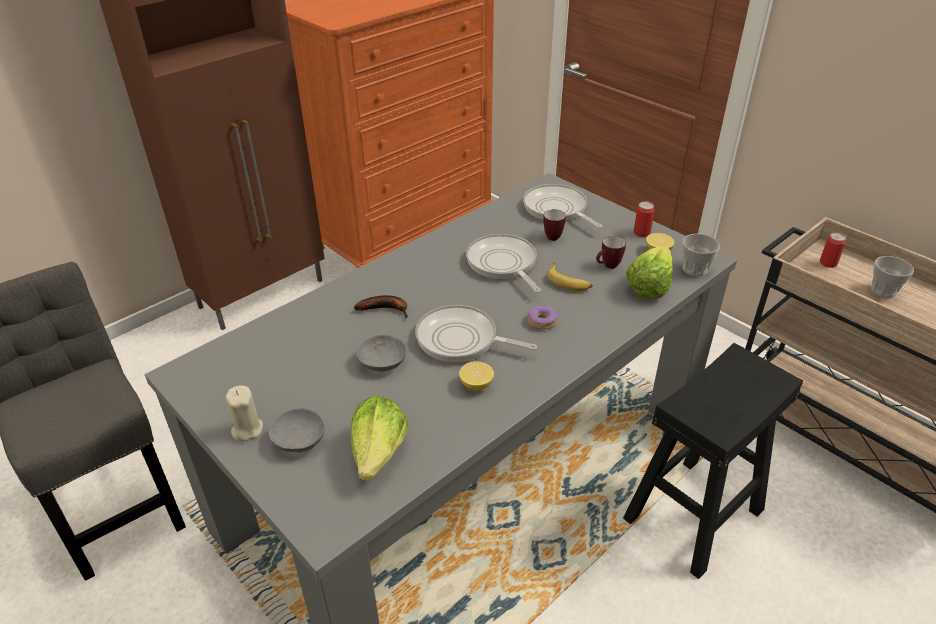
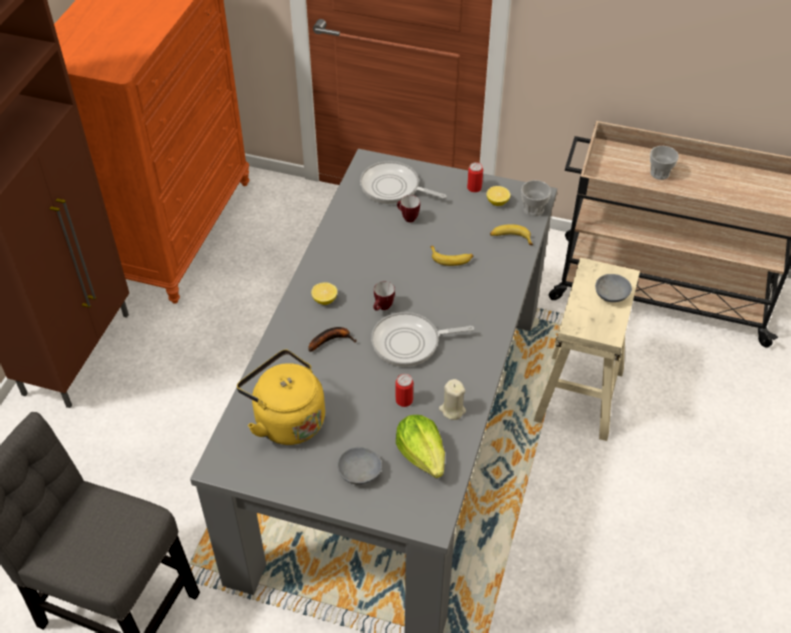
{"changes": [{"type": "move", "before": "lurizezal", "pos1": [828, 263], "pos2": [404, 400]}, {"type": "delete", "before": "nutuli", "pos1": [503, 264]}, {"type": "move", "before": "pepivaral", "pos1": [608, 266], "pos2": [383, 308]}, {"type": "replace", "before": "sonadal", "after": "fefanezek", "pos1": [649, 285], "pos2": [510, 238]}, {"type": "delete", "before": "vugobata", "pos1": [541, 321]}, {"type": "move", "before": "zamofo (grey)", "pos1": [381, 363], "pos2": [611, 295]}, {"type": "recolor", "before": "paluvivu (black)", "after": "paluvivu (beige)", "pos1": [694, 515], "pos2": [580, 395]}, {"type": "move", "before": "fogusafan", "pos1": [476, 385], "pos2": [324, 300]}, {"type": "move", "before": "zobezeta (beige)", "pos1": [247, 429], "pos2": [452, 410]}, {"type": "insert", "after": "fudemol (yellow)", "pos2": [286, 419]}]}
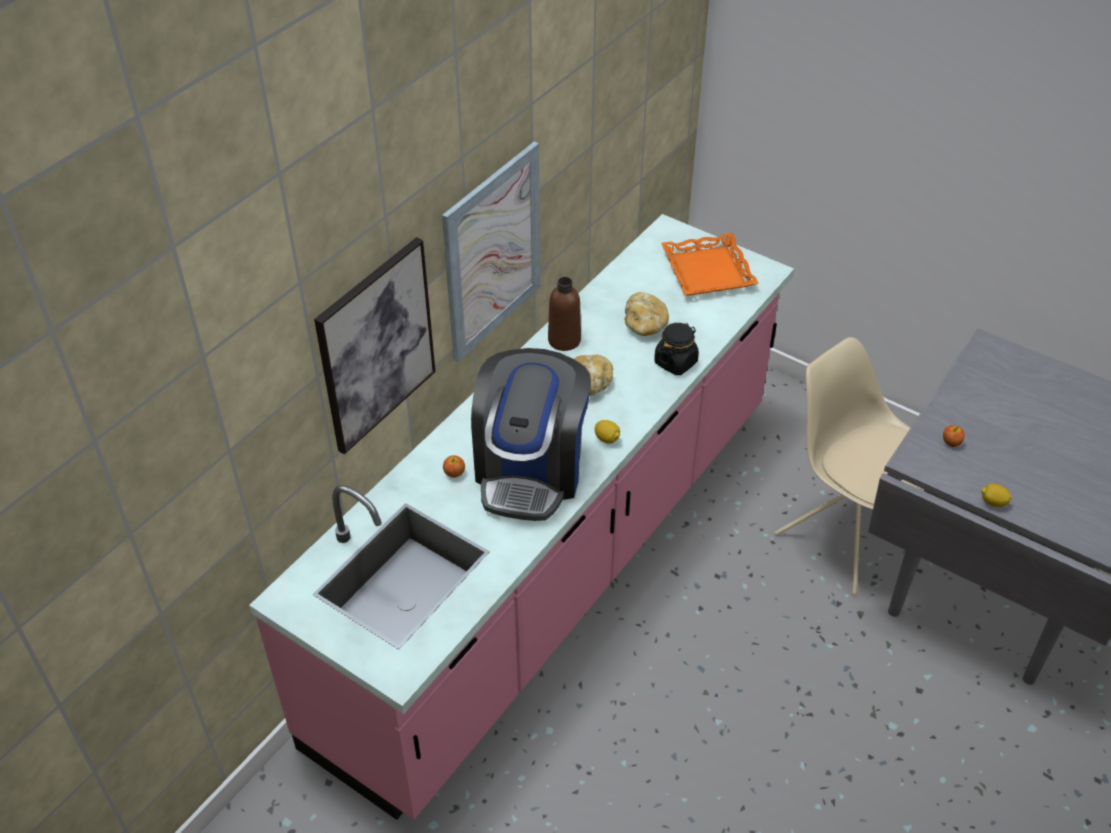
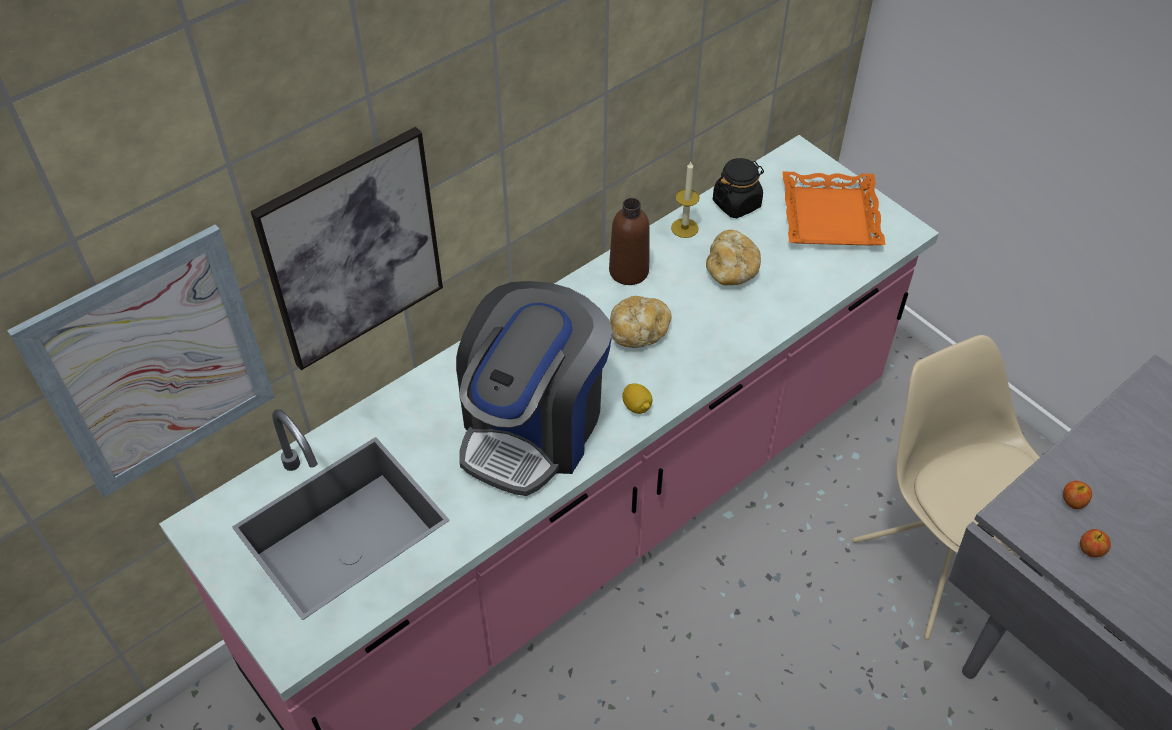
{"changes": [{"type": "move", "before": "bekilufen", "pos1": [492, 252], "pos2": [154, 365]}, {"type": "move", "before": "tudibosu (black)", "pos1": [675, 362], "pos2": [736, 203]}, {"type": "move", "before": "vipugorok", "pos1": [454, 473], "pos2": [1090, 550]}, {"type": "delete", "before": "fogusafan", "pos1": [993, 502]}, {"type": "insert", "after": "zobezeta", "pos2": [684, 228]}]}
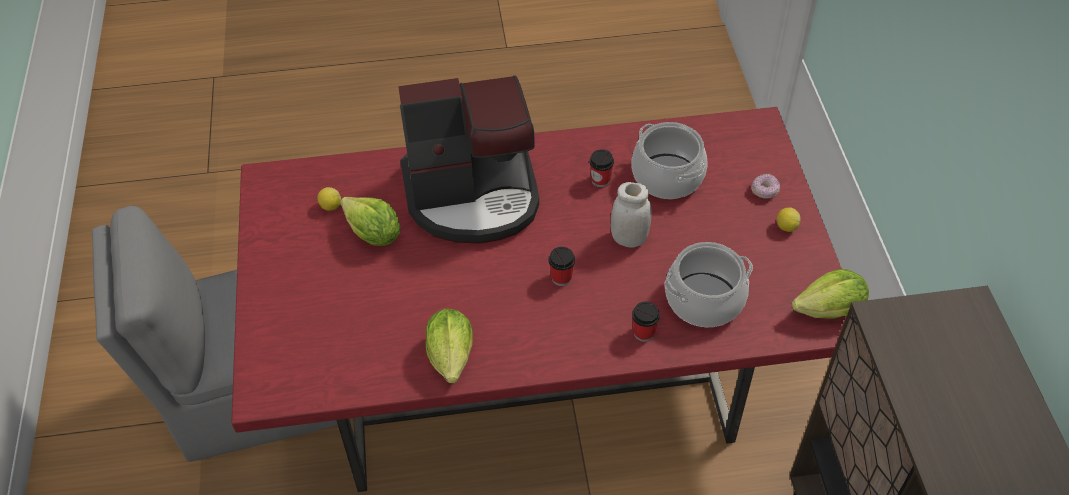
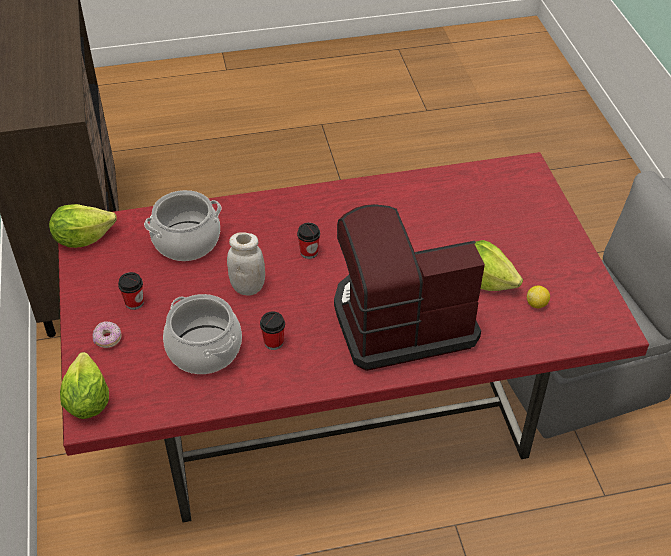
{"changes": [{"type": "delete", "before": "fogusafan", "pos1": [786, 227]}, {"type": "move", "before": "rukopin", "pos1": [643, 333], "pos2": [134, 303]}, {"type": "move", "before": "sonadal", "pos1": [451, 356], "pos2": [87, 401]}]}
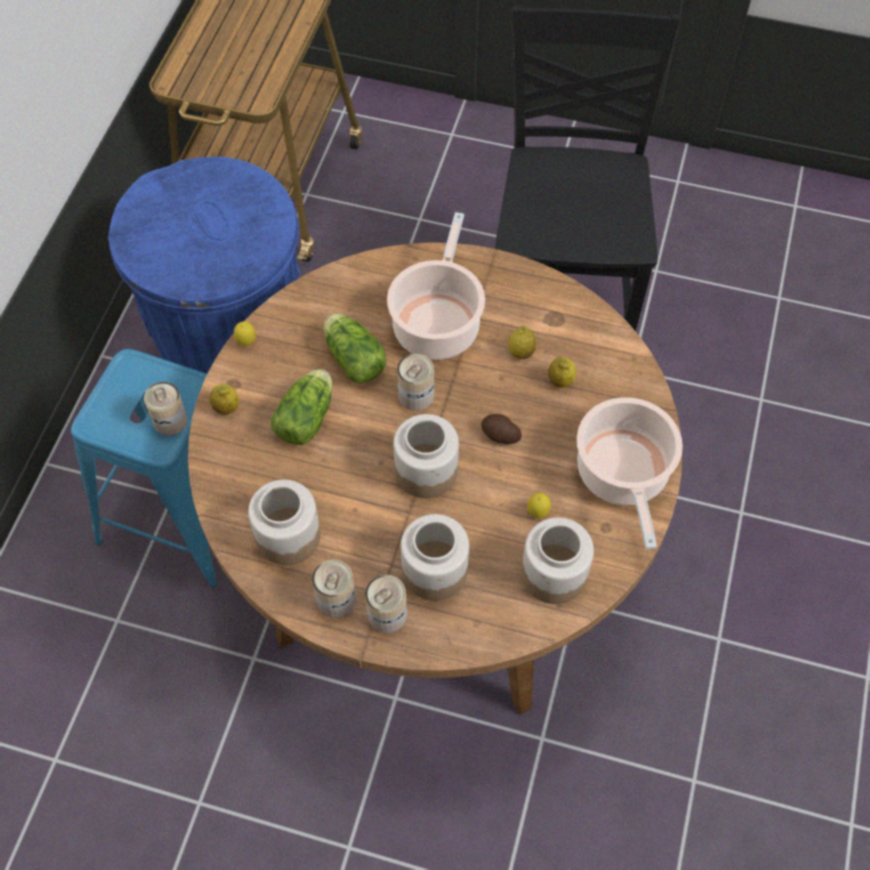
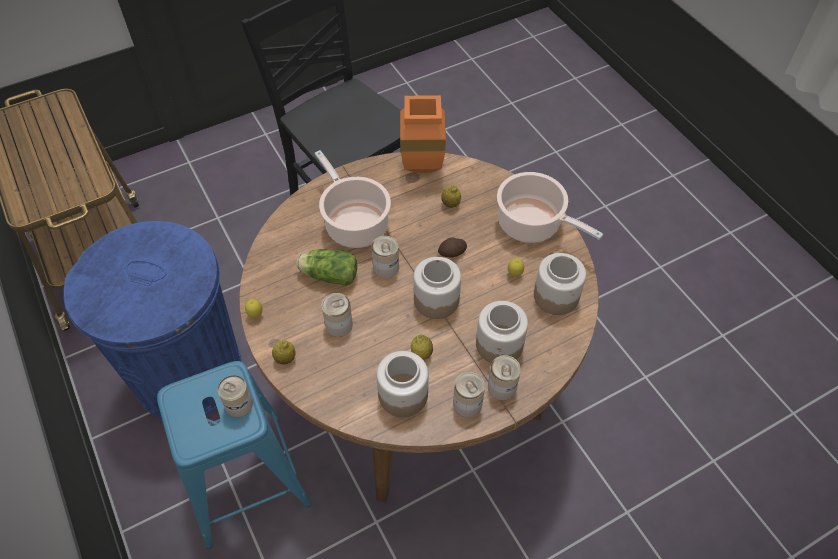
{"changes": [{"type": "move", "before": "fogusafan", "pos1": [521, 352], "pos2": [421, 354]}, {"type": "replace", "before": "sonadal", "after": "lurizezal", "pos1": [308, 416], "pos2": [339, 324]}, {"type": "insert", "after": "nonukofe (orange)", "pos2": [425, 165]}]}
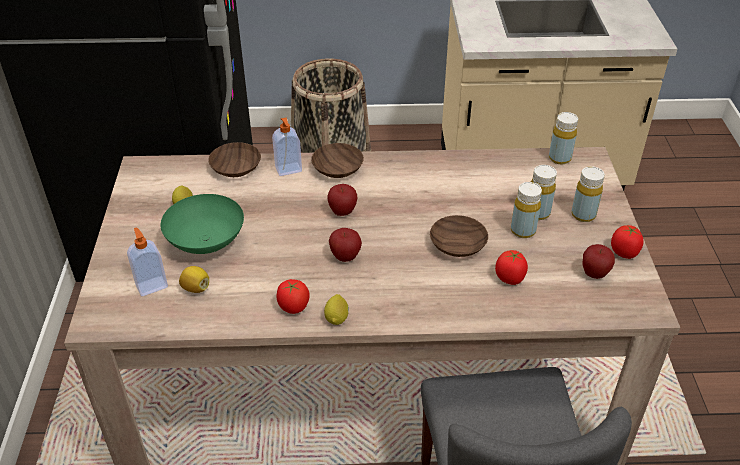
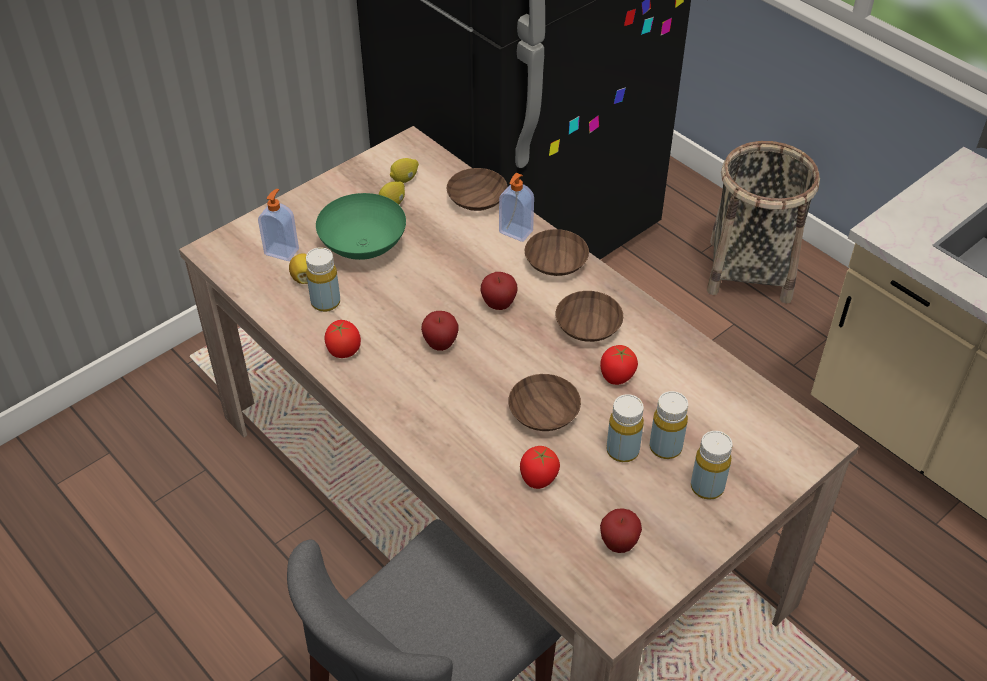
{"changes": [{"type": "move", "before": "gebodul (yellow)", "pos1": [559, 158], "pos2": [325, 302]}, {"type": "move", "before": "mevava", "pos1": [624, 253], "pos2": [617, 377]}, {"type": "move", "before": "fogusafan", "pos1": [337, 318], "pos2": [404, 179]}, {"type": "insert", "after": "zamofo (brown)", "pos2": [588, 328]}]}
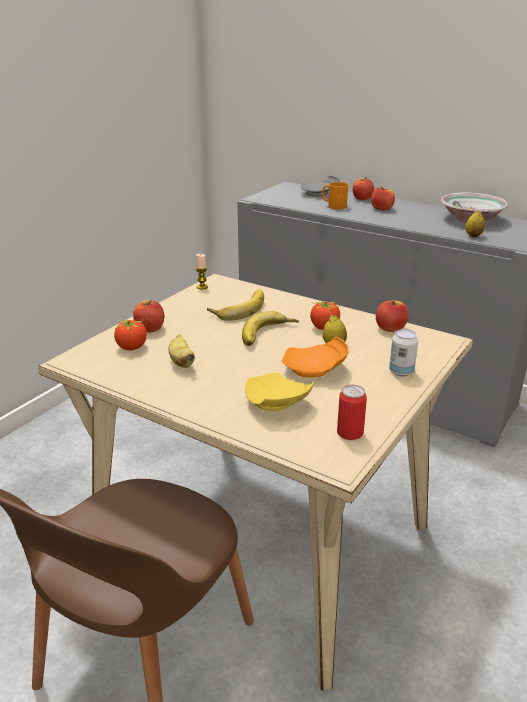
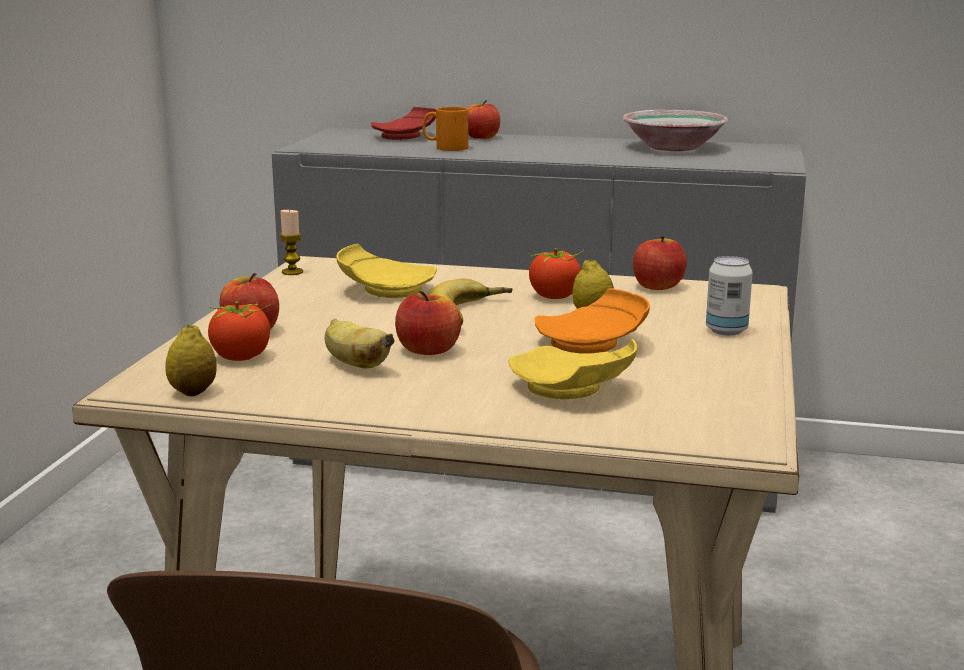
{"changes": [{"type": "recolor", "before": "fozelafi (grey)", "after": "fozelafi (red)", "pos1": [320, 194], "pos2": [406, 136]}, {"type": "move", "before": "vipugorok", "pos1": [382, 209], "pos2": [428, 350]}, {"type": "move", "before": "fogusafan", "pos1": [473, 236], "pos2": [193, 392]}, {"type": "replace", "before": "fefanezek", "after": "fozelafi (yellow)", "pos1": [238, 308], "pos2": [385, 290]}, {"type": "delete", "before": "lurizezal", "pos1": [350, 433]}]}
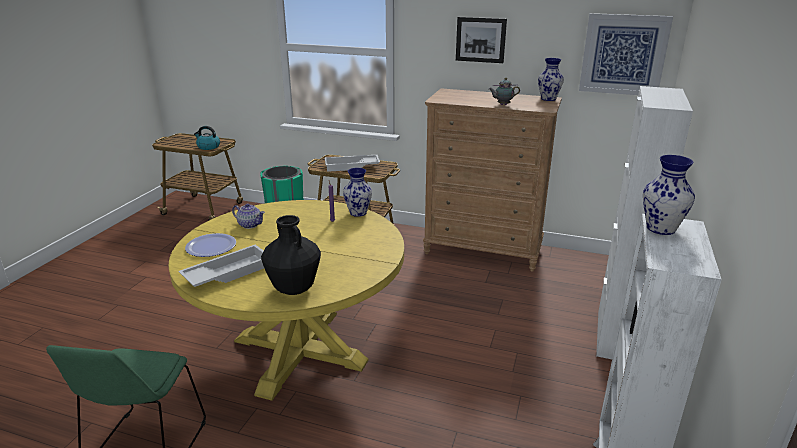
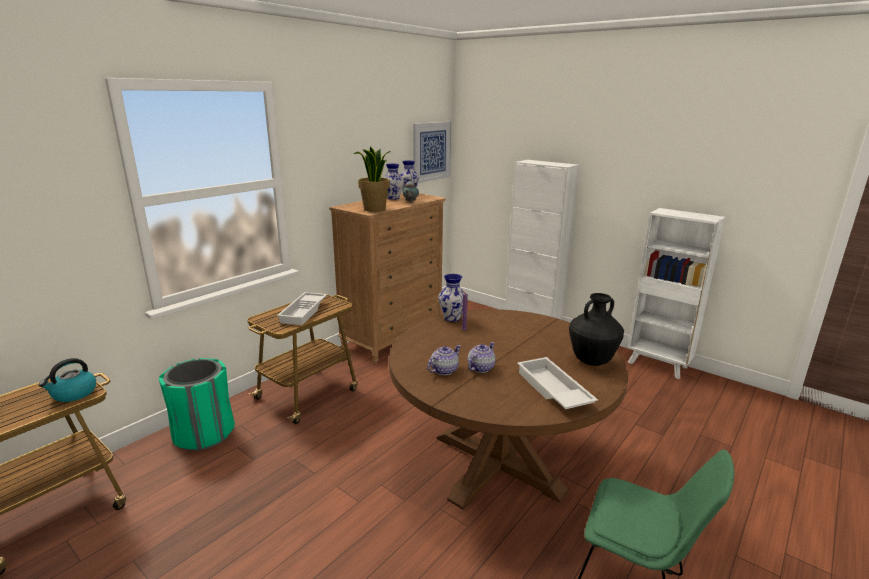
{"changes": [{"type": "delete", "before": "bekilufen", "pos1": [481, 39]}, {"type": "move", "before": "nonukofe", "pos1": [660, 229], "pos2": [393, 198]}, {"type": "recolor", "before": "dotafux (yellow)", "after": "dotafux (brown)", "pos1": [299, 351], "pos2": [497, 463]}, {"type": "delete", "before": "fozelafi", "pos1": [211, 246]}, {"type": "insert", "after": "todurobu", "pos2": [375, 209]}, {"type": "insert", "after": "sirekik", "pos2": [480, 368]}]}
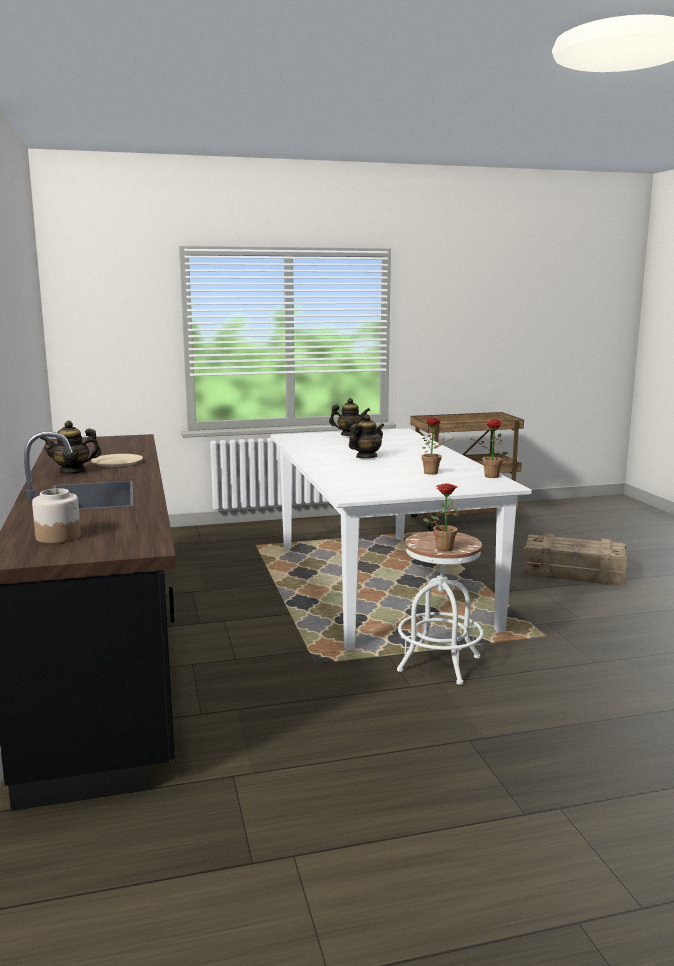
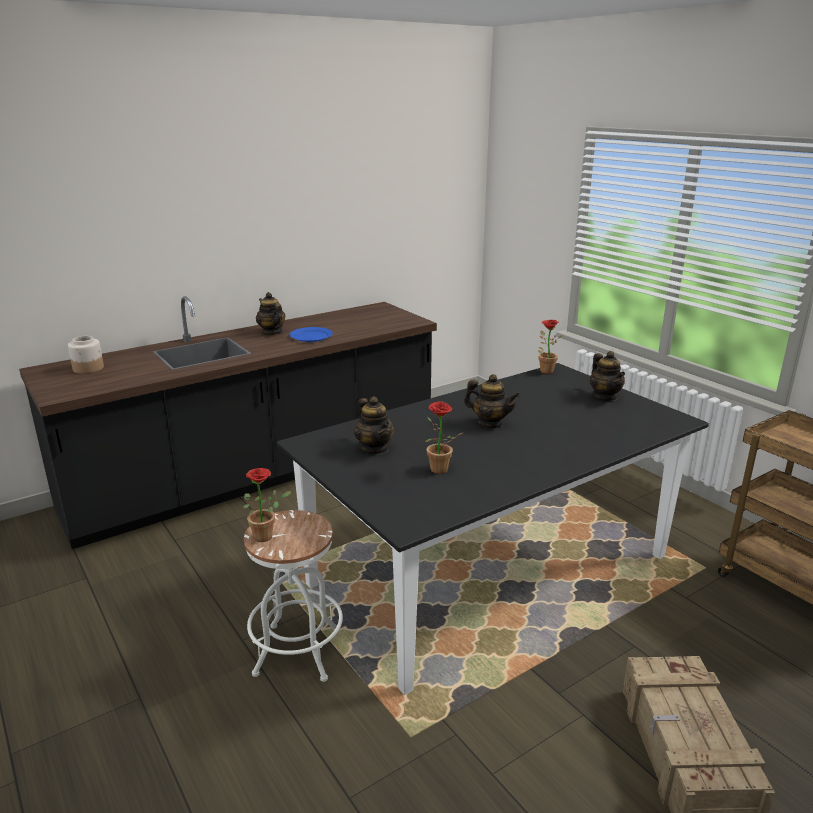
{"changes": [{"type": "move", "before": "todurobu", "pos1": [488, 476], "pos2": [544, 370]}, {"type": "recolor", "before": "dotafux (white)", "after": "dotafux (black)", "pos1": [378, 584], "pos2": [490, 569]}, {"type": "recolor", "before": "fozelafi (beige)", "after": "fozelafi (blue)", "pos1": [117, 462], "pos2": [311, 336]}, {"type": "insert", "after": "sirekik", "pos2": [374, 448]}]}
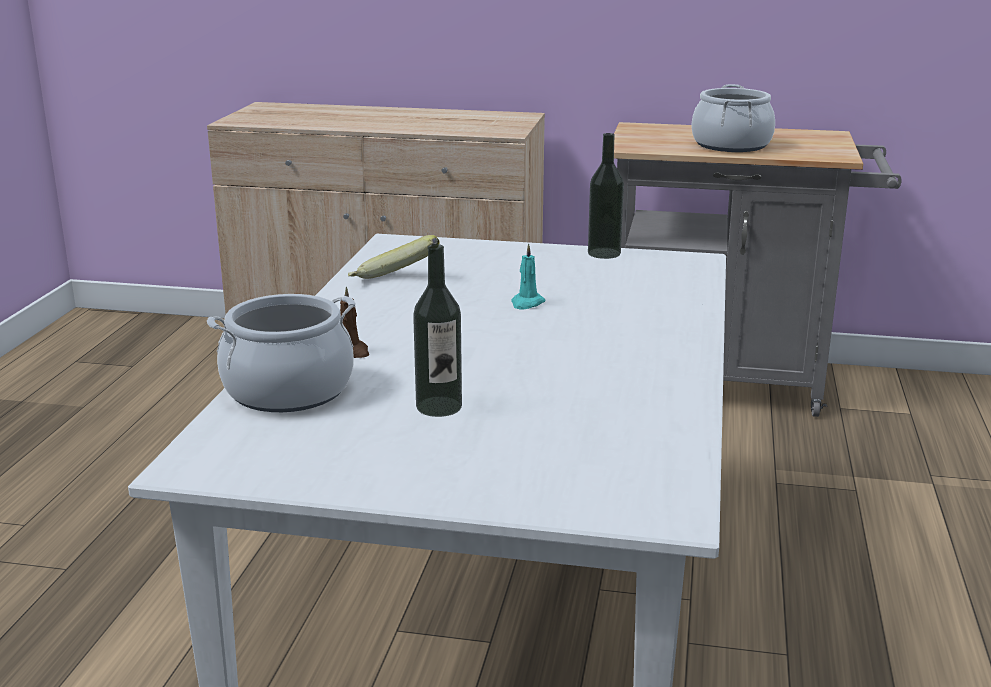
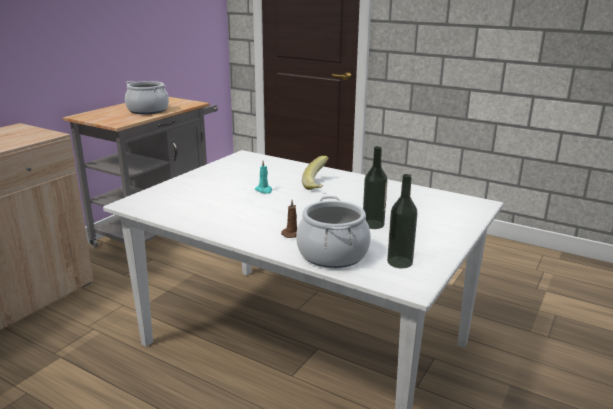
{"changes": [{"type": "move", "before": "gebodul", "pos1": [604, 253], "pos2": [399, 262]}, {"type": "move", "before": "fefanezek", "pos1": [393, 282], "pos2": [319, 185]}]}
